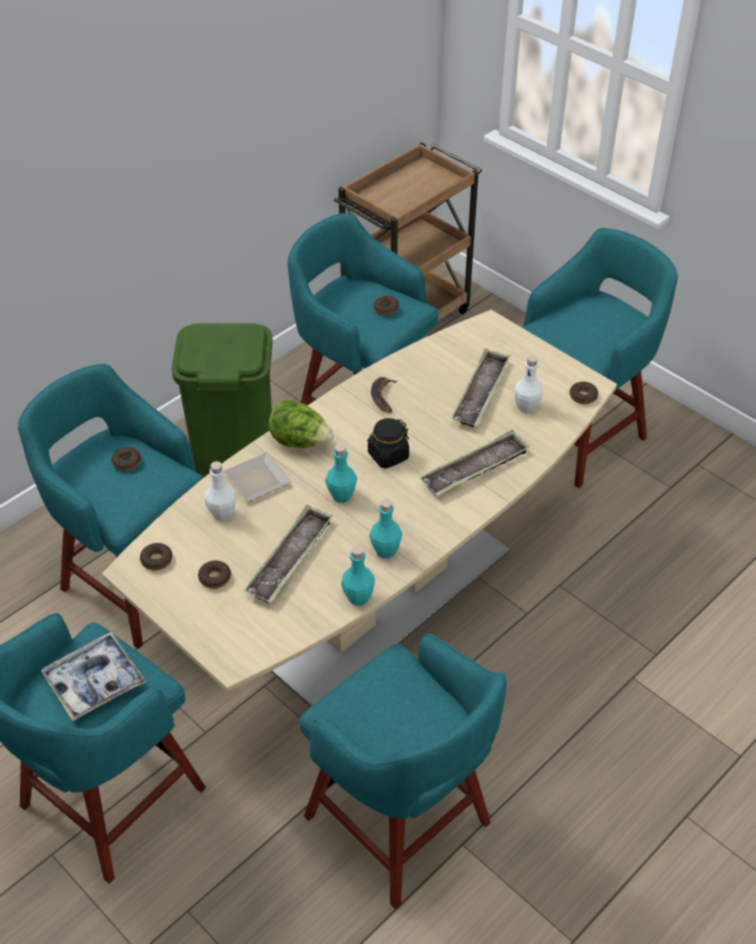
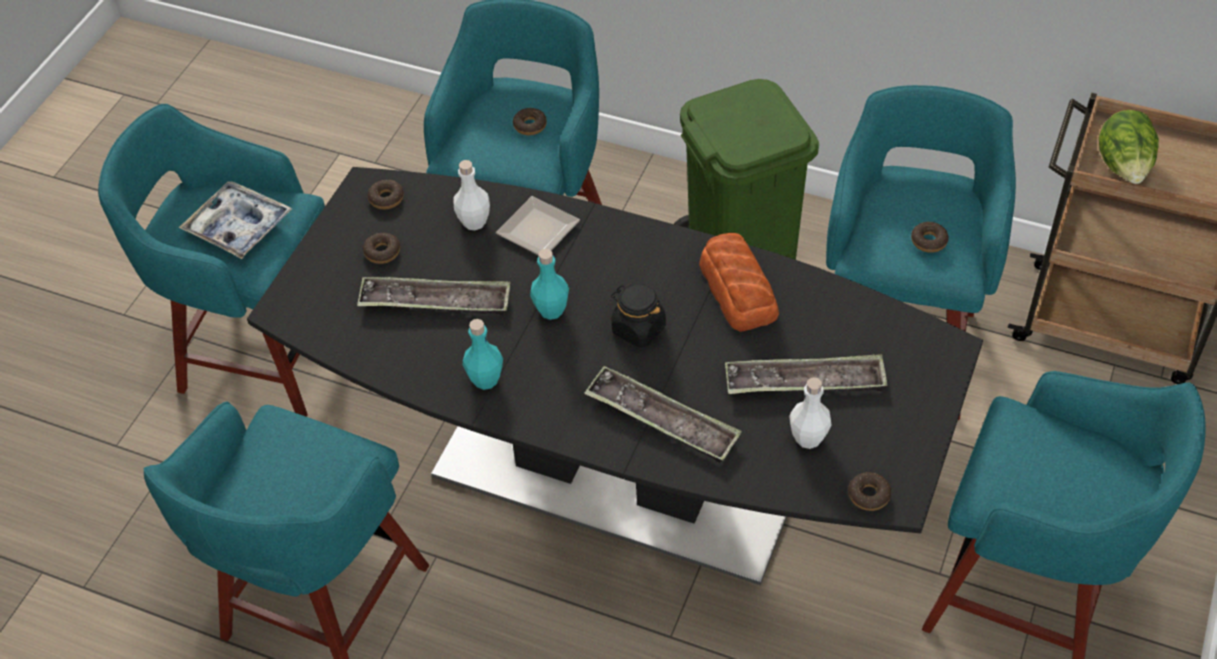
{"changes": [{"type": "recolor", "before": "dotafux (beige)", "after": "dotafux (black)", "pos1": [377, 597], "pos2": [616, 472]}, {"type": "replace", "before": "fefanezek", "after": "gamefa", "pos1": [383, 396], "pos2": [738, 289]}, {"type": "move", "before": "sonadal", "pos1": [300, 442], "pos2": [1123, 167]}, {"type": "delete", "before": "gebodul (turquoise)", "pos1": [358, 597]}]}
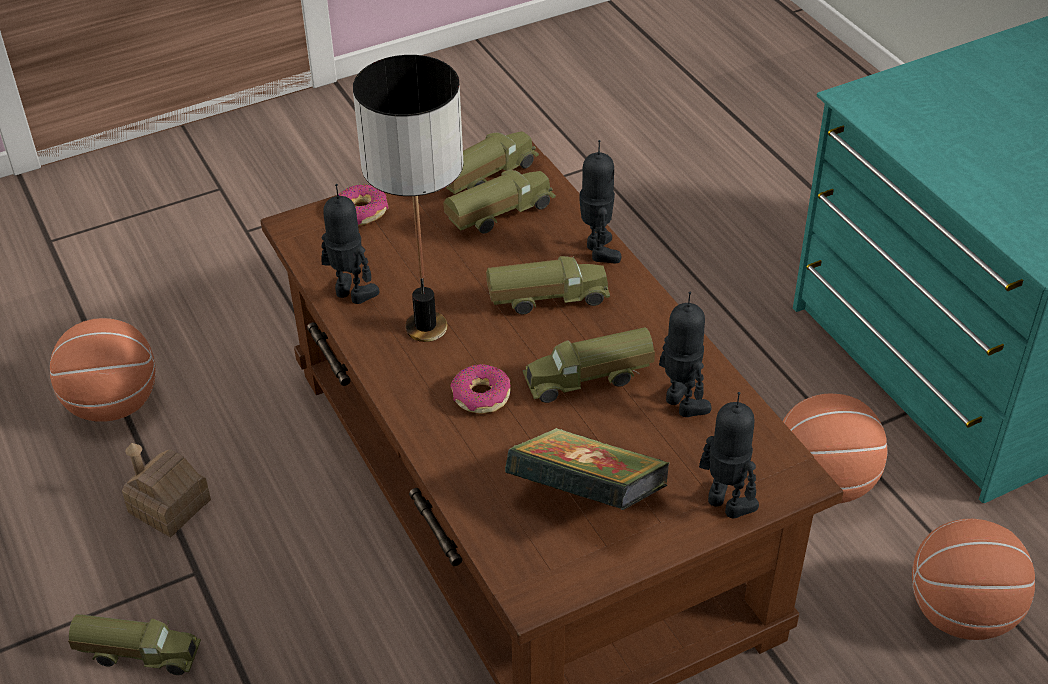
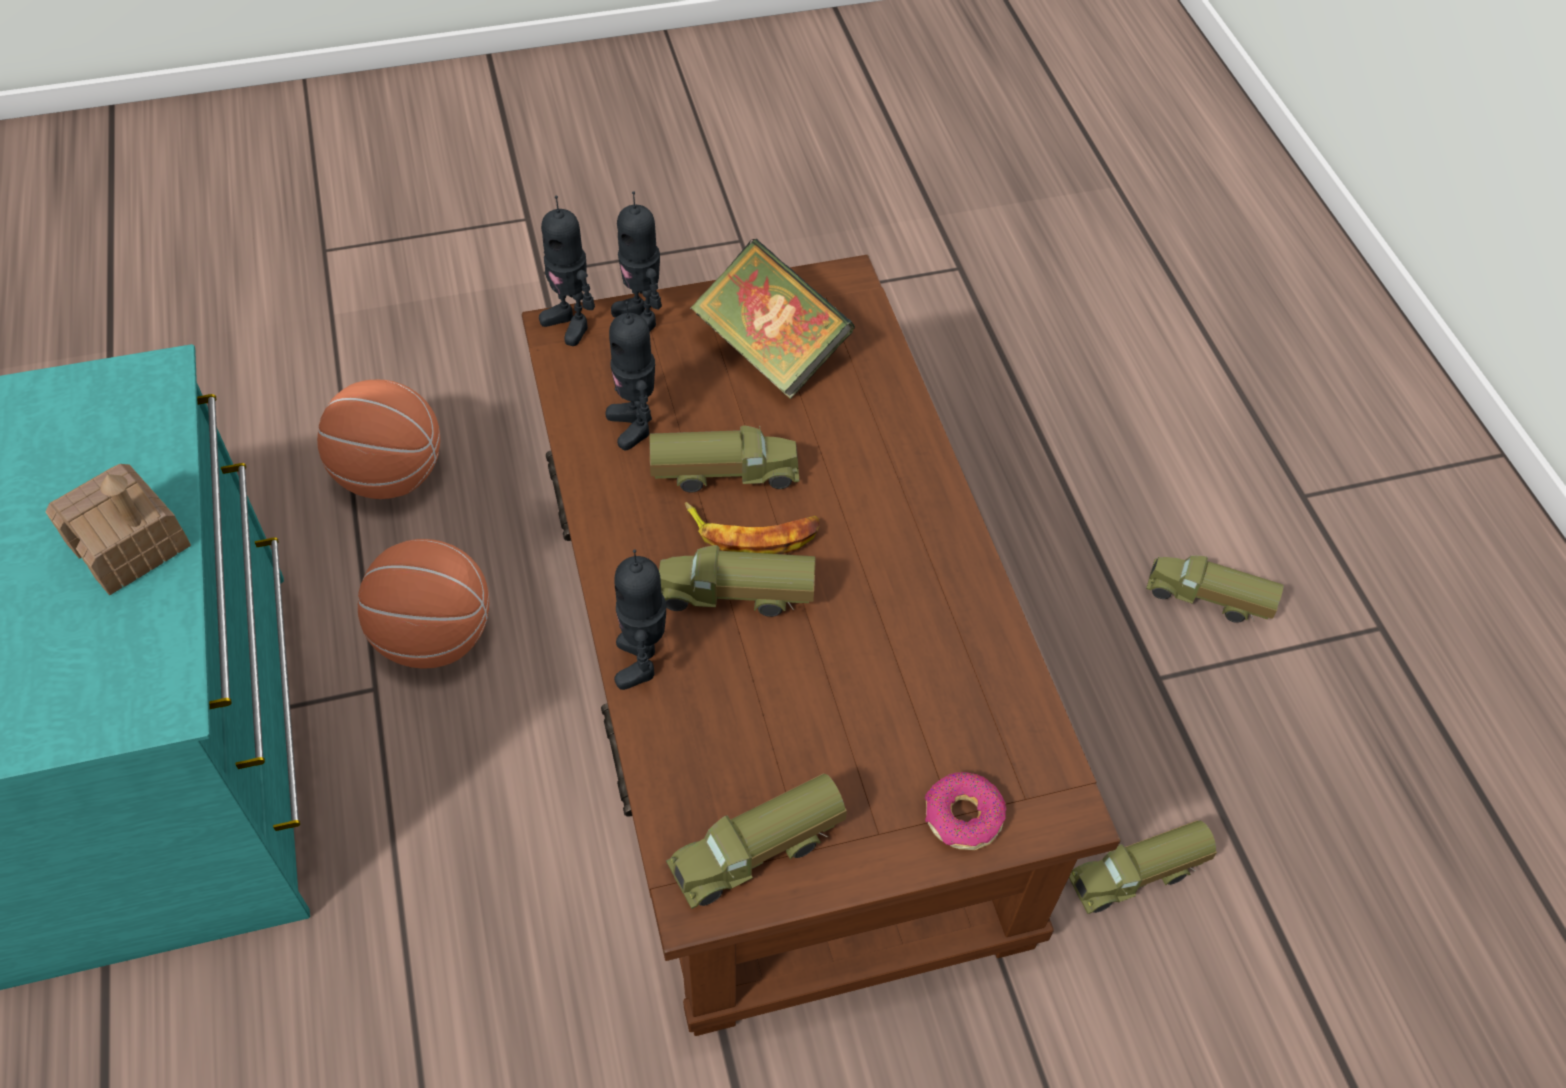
{"changes": [{"type": "delete", "before": "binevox", "pos1": [425, 327]}, {"type": "move", "before": "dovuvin", "pos1": [499, 214], "pos2": [1137, 877]}, {"type": "move", "before": "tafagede", "pos1": [351, 295], "pos2": [570, 323]}, {"type": "delete", "before": "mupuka", "pos1": [112, 404]}, {"type": "delete", "before": "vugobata", "pos1": [481, 396]}, {"type": "move", "before": "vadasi", "pos1": [169, 506], "pos2": [129, 544]}, {"type": "insert", "after": "fefanezek", "pos2": [753, 533]}]}
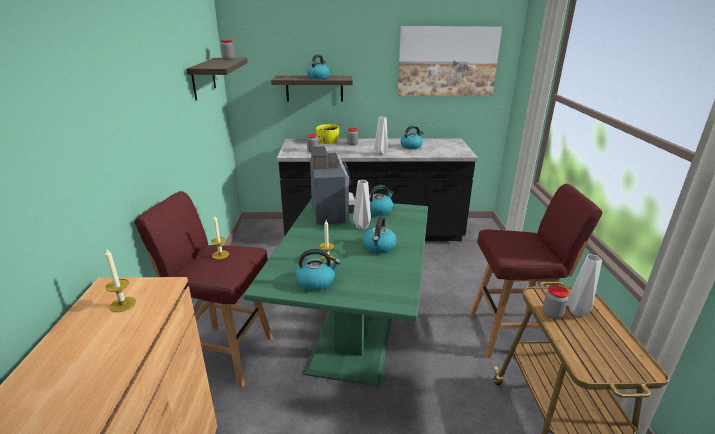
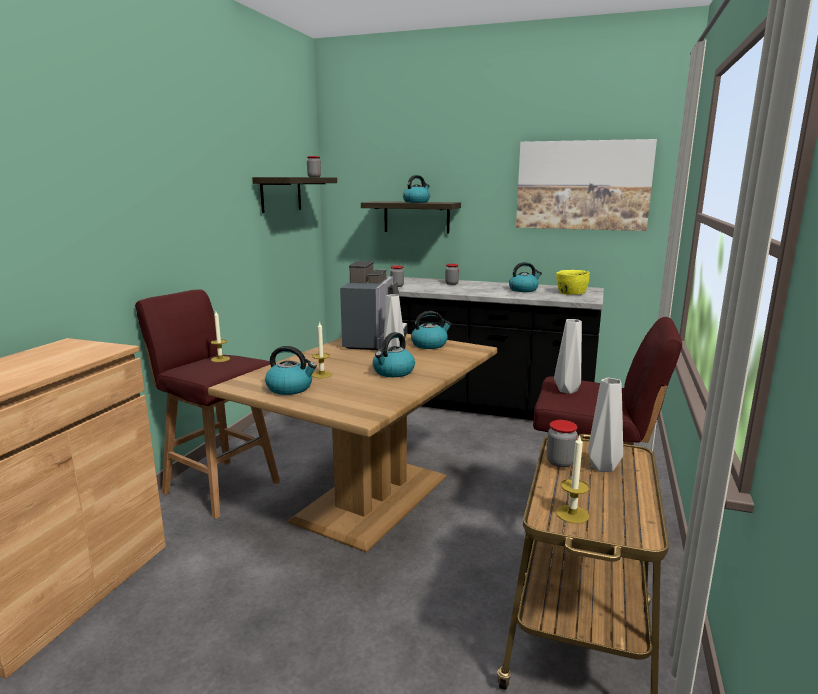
{"changes": [{"type": "move", "before": "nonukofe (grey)", "pos1": [381, 154], "pos2": [567, 391]}, {"type": "move", "before": "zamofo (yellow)", "pos1": [327, 141], "pos2": [571, 292]}, {"type": "recolor", "before": "dotafux (green)", "after": "dotafux (brown)", "pos1": [352, 335], "pos2": [370, 497]}, {"type": "move", "before": "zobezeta", "pos1": [122, 304], "pos2": [572, 514]}]}
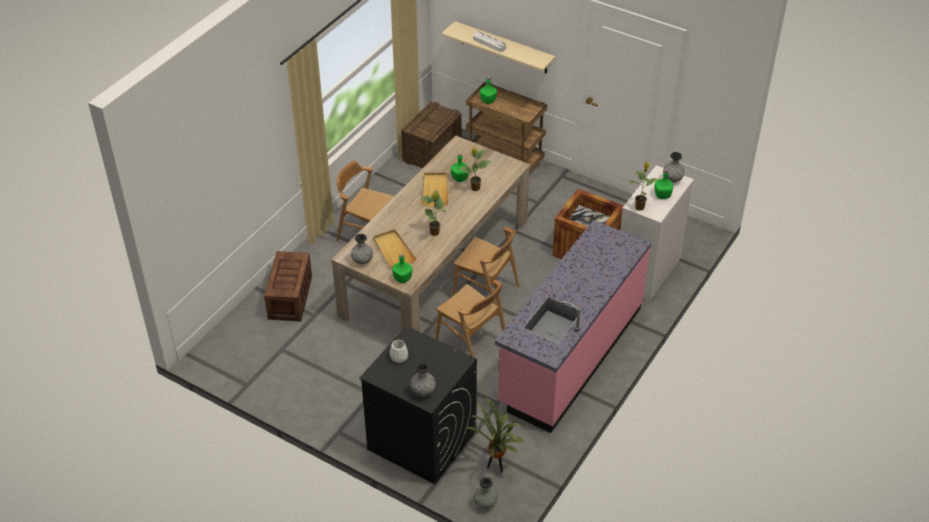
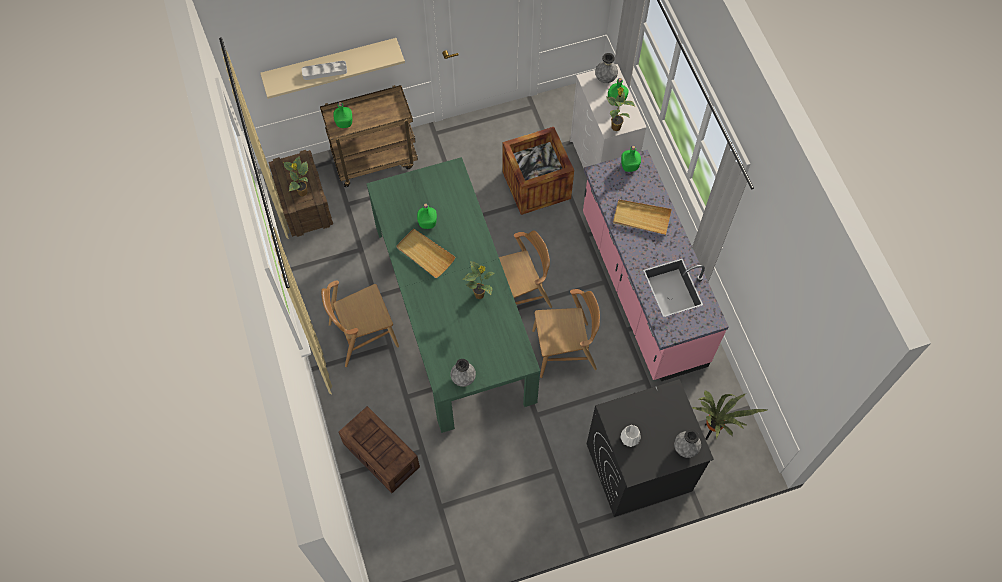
{"changes": [{"type": "recolor", "before": "dotafux (beige)", "after": "dotafux (green)", "pos1": [436, 267], "pos2": [453, 311]}, {"type": "move", "before": "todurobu", "pos1": [475, 188], "pos2": [303, 193]}, {"type": "move", "before": "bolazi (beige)", "pos1": [393, 251], "pos2": [641, 218]}, {"type": "move", "before": "gebodul (green)", "pos1": [402, 278], "pos2": [629, 166]}, {"type": "delete", "before": "nonukofe (grey)", "pos1": [485, 504]}]}
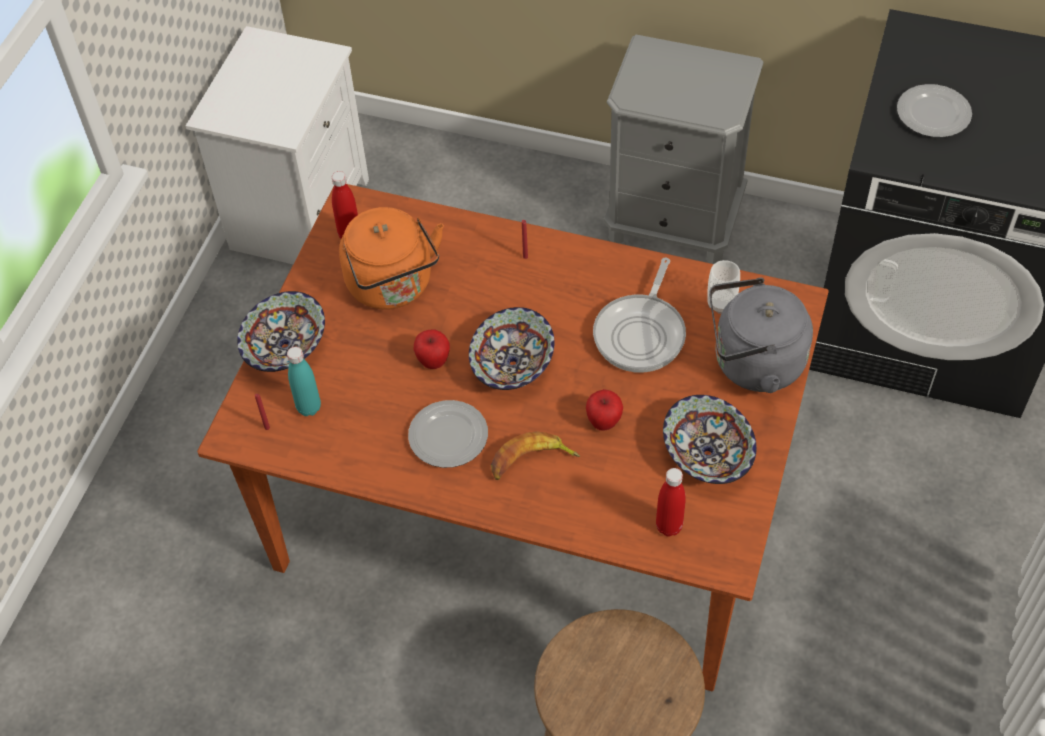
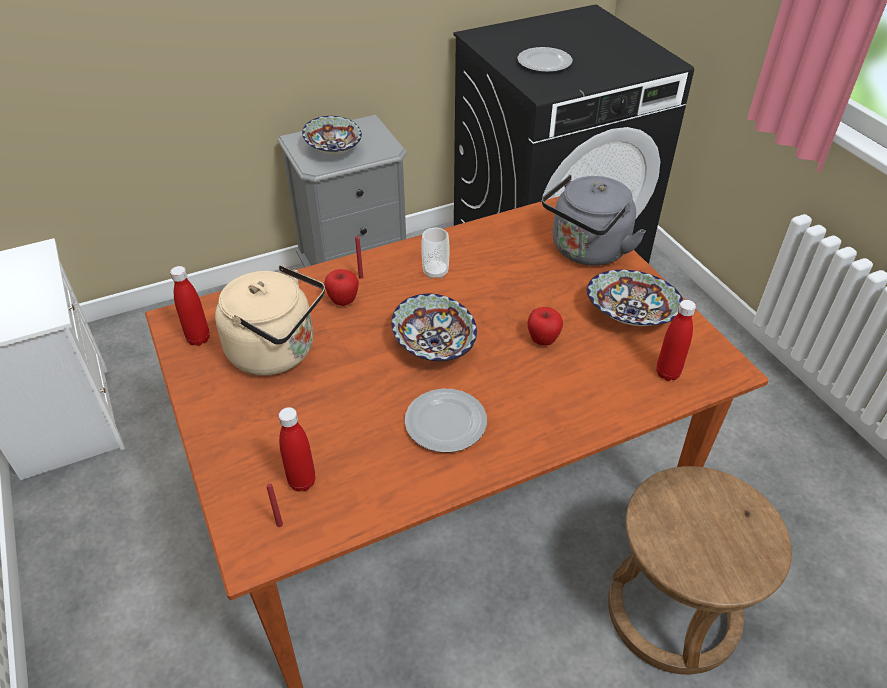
{"changes": [{"type": "recolor", "before": "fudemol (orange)", "after": "fudemol (beige)", "pos1": [393, 287], "pos2": [278, 352]}, {"type": "delete", "before": "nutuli", "pos1": [641, 333]}, {"type": "move", "before": "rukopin", "pos1": [721, 303], "pos2": [435, 272]}, {"type": "move", "before": "zamofo", "pos1": [284, 346], "pos2": [333, 150]}, {"type": "move", "before": "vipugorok", "pos1": [433, 361], "pos2": [343, 301]}, {"type": "recolor", "before": "gebodul (turquoise)", "after": "gebodul (red)", "pos1": [309, 407], "pos2": [302, 482]}, {"type": "delete", "before": "fefanezek", "pos1": [531, 461]}]}
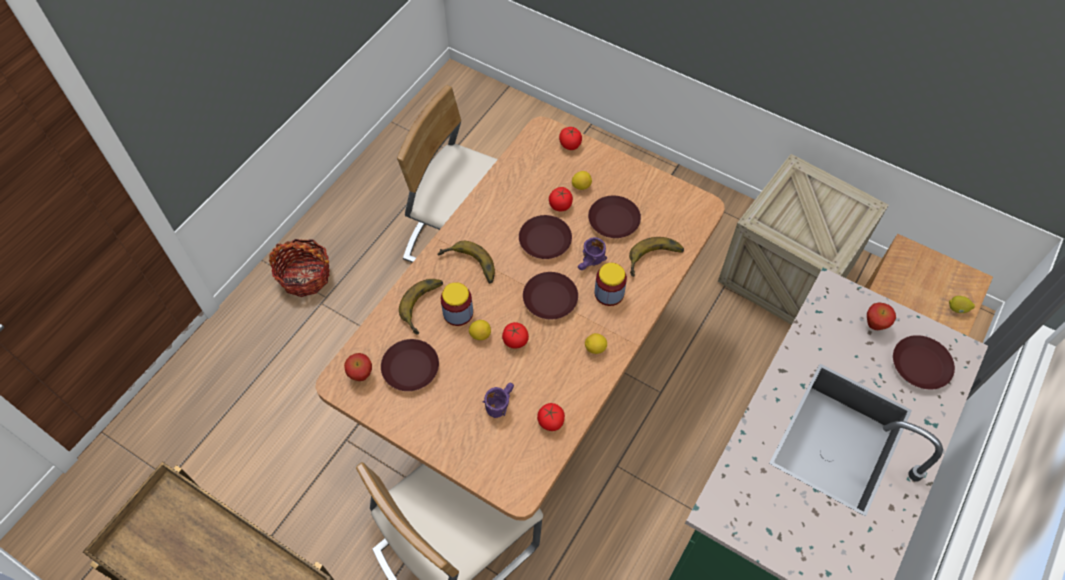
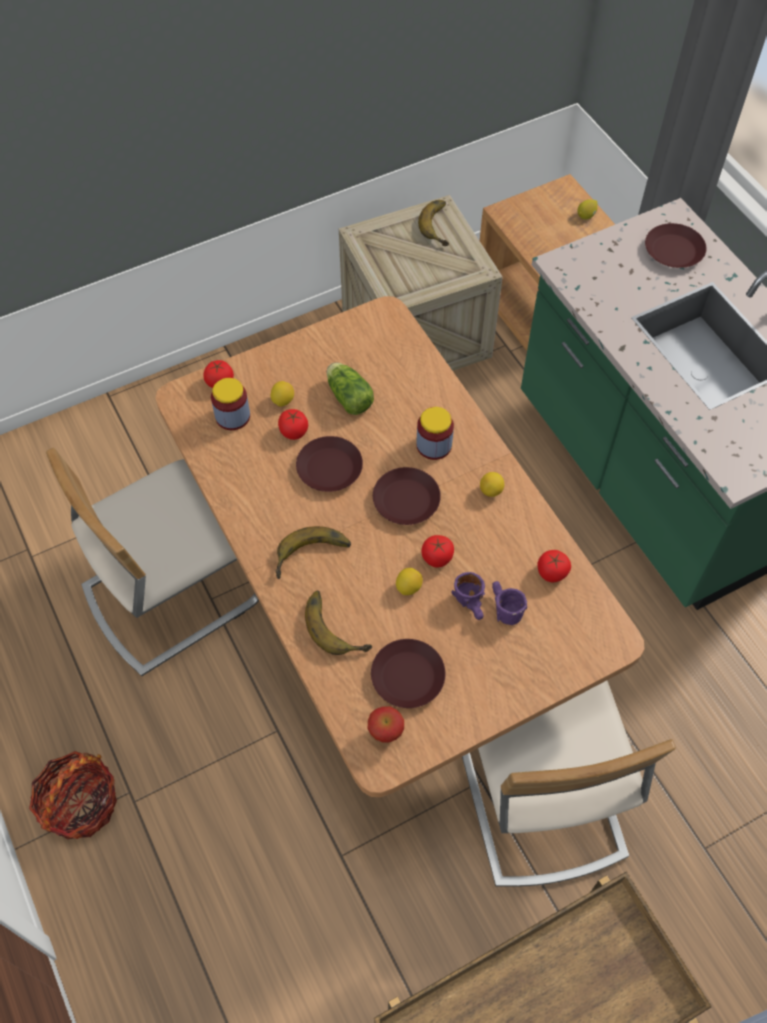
{"changes": [{"type": "replace", "before": "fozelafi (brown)", "after": "sonadal", "pos1": [613, 220], "pos2": [348, 396]}, {"type": "move", "before": "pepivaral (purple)", "pos1": [590, 263], "pos2": [472, 604]}, {"type": "move", "before": "fefanezek", "pos1": [656, 261], "pos2": [441, 225]}, {"type": "move", "before": "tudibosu", "pos1": [458, 313], "pos2": [232, 416]}, {"type": "delete", "before": "vipugorok", "pos1": [874, 325]}]}
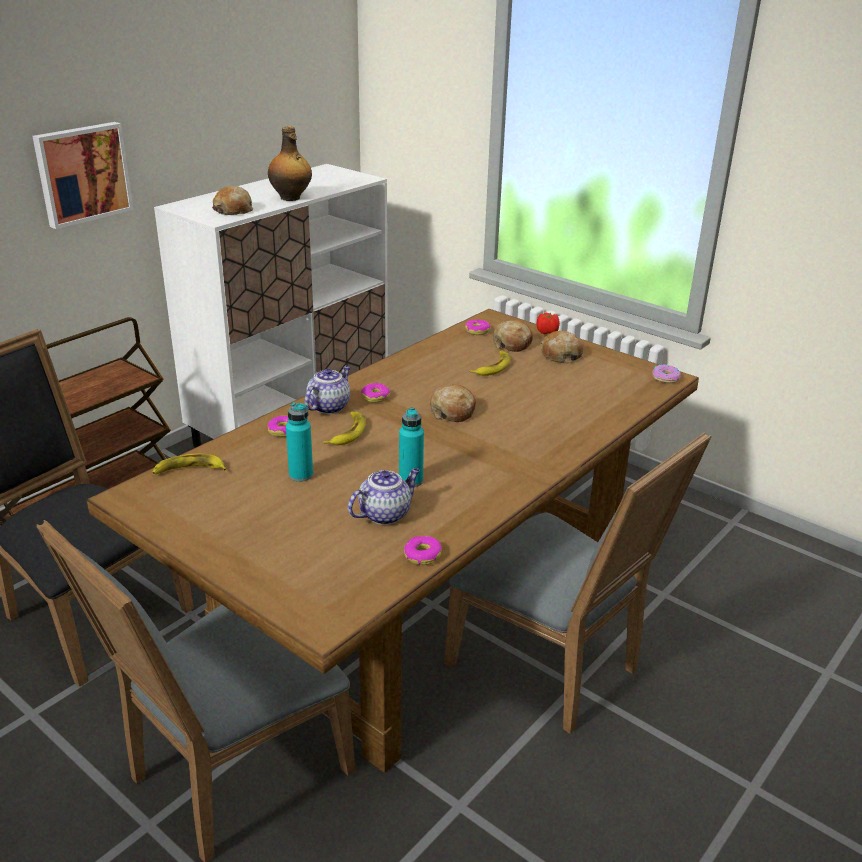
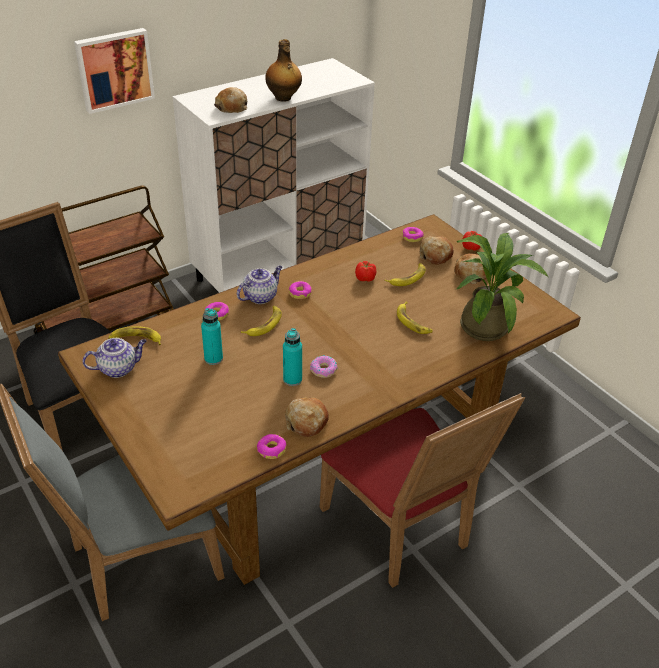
{"changes": [{"type": "move", "before": "vugobata", "pos1": [666, 378], "pos2": [324, 370]}, {"type": "move", "before": "gamefa", "pos1": [453, 411], "pos2": [306, 422]}, {"type": "recolor", "before": "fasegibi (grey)", "after": "fasegibi (red)", "pos1": [553, 668], "pos2": [401, 530]}, {"type": "move", "before": "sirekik", "pos1": [385, 514], "pos2": [119, 368]}, {"type": "insert", "after": "todurobu", "pos2": [487, 324]}, {"type": "insert", "after": "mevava", "pos2": [365, 279]}, {"type": "insert", "after": "fefanezek", "pos2": [413, 322]}]}
